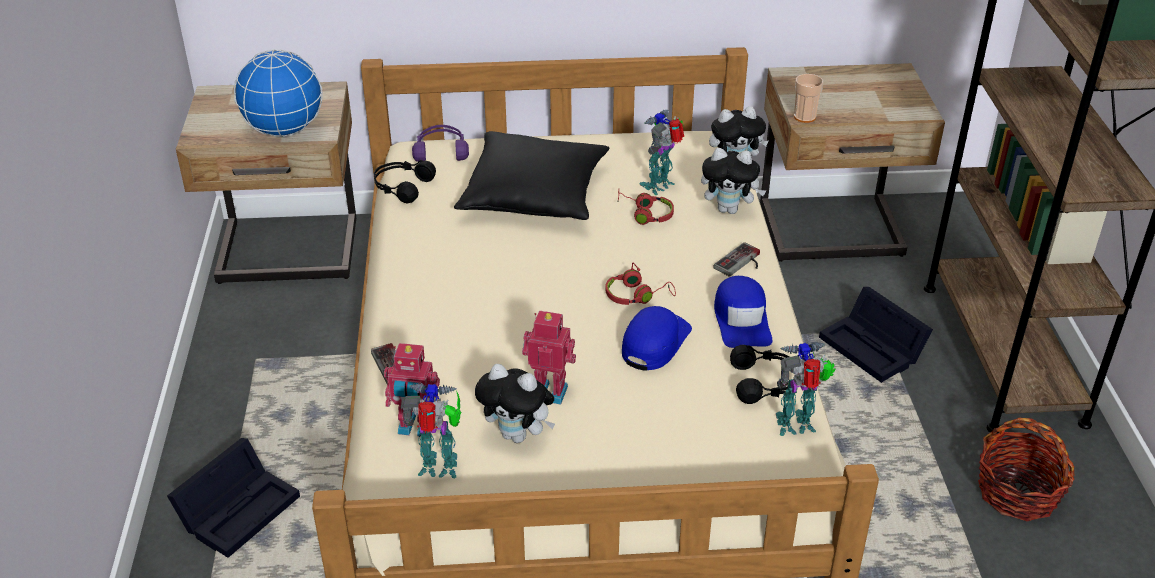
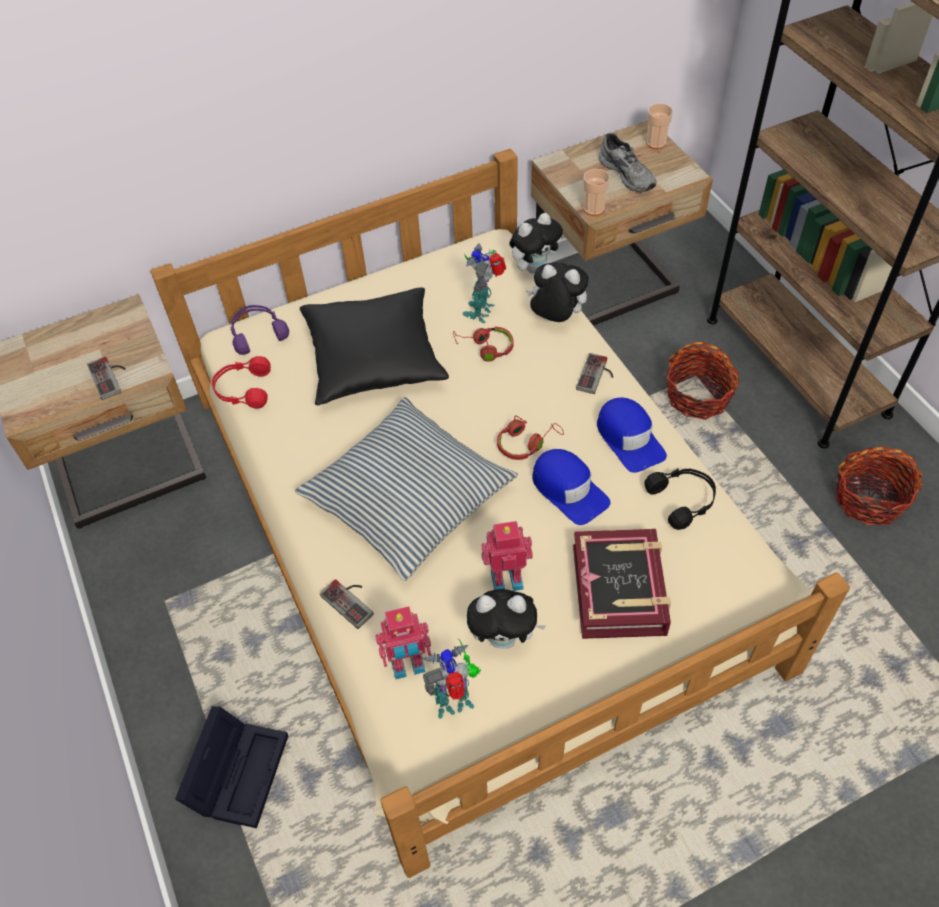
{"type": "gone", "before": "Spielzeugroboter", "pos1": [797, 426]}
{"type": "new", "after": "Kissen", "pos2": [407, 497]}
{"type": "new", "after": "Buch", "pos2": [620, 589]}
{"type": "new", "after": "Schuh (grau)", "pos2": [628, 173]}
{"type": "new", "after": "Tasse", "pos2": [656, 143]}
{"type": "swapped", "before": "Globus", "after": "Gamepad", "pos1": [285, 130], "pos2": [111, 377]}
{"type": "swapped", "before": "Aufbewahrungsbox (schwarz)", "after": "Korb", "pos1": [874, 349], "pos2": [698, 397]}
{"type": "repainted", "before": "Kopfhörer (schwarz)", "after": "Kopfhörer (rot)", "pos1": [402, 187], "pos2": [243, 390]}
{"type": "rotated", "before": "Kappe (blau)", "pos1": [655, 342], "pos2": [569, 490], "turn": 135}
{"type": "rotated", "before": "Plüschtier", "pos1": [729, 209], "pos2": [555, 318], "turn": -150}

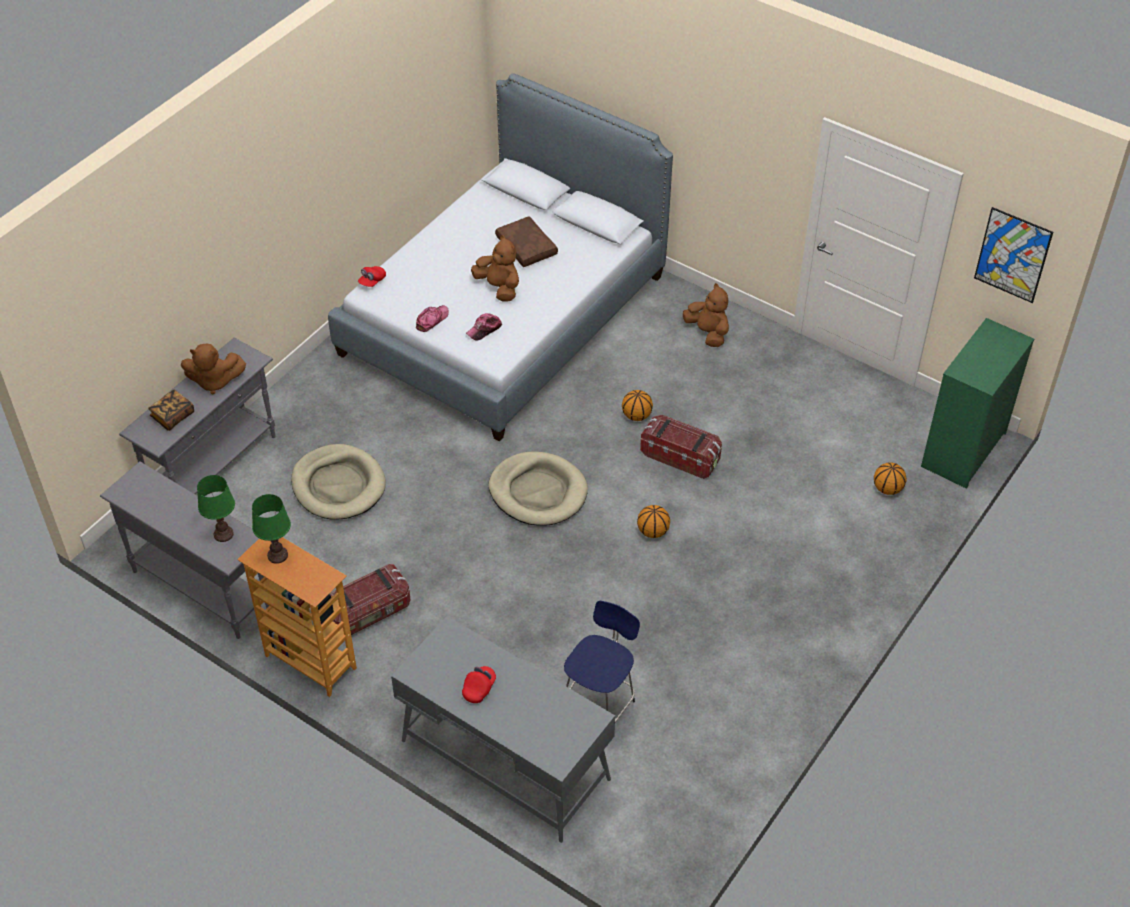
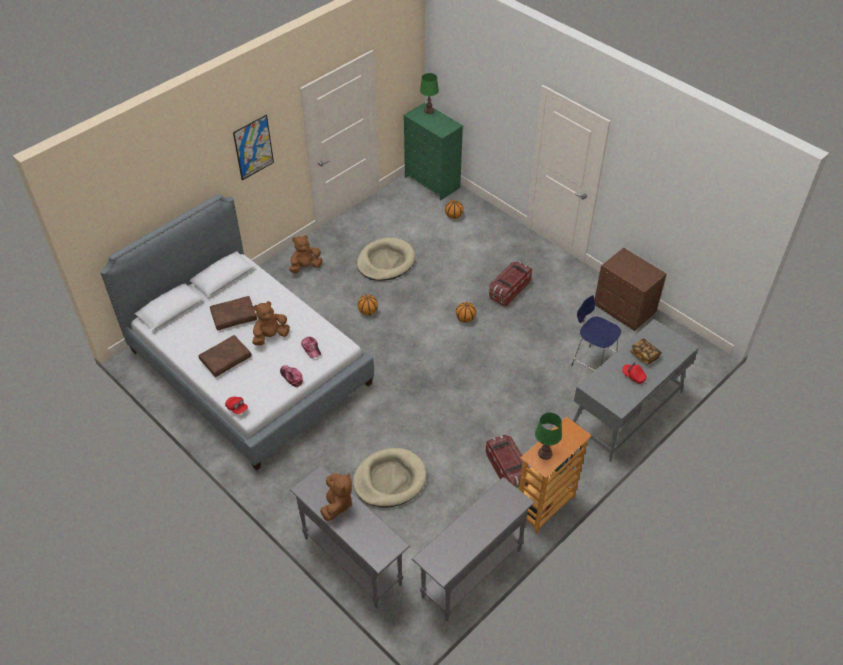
{"type": "new", "after": "Kissen (braun)", "pos2": [225, 359]}
{"type": "new", "after": "Nachttisch (braun)", "pos2": [625, 309]}
{"type": "shifted", "before": "Buch", "pos1": [173, 416], "pos2": [644, 355]}
{"type": "shifted", "before": "Tischlampe (grün)", "pos1": [223, 534], "pos2": [429, 110]}
{"type": "shifted", "before": "Hundebett (beige)", "pos1": [538, 492], "pos2": [385, 262]}
{"type": "shifted", "before": "Aufbewahrungsbox", "pos1": [680, 456], "pos2": [509, 290]}
{"type": "shifted", "before": "Bild", "pos1": [1012, 255], "pos2": [253, 147]}

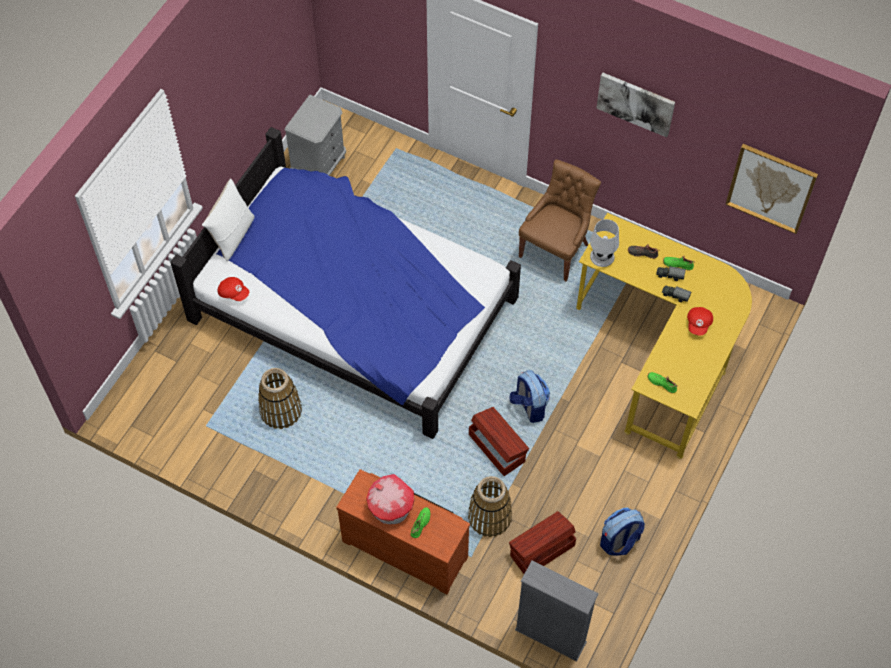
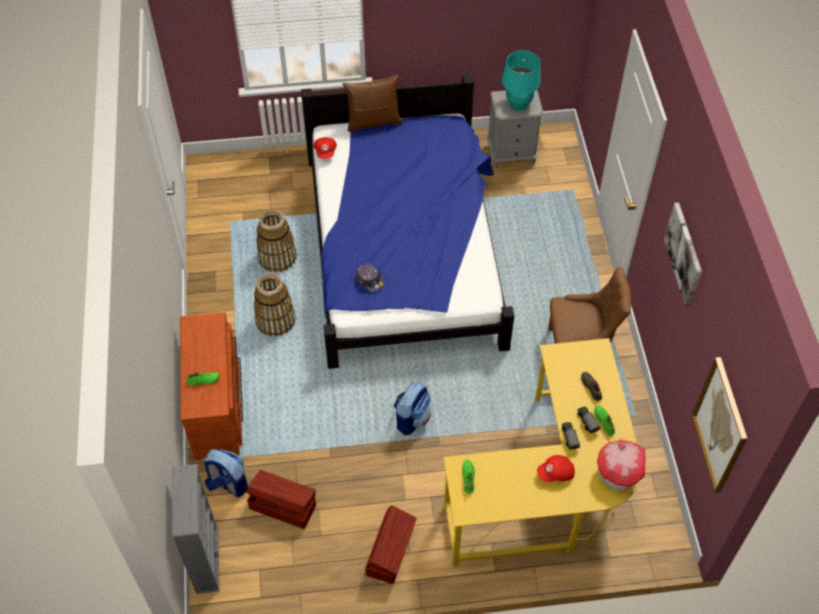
{"type": "gone", "before": "Tischlampe (weiß)", "pos1": [602, 257]}
{"type": "new", "after": "Kappe", "pos2": [369, 280]}
{"type": "new", "after": "Tischlampe (türkis)", "pos2": [518, 103]}
{"type": "shifted", "before": "Spielzeughaus", "pos1": [390, 508], "pos2": [618, 473]}
{"type": "shifted", "before": "Korb", "pos1": [489, 517], "pos2": [275, 320]}
{"type": "shifted", "before": "Aufbewahrungsbox (braun)", "pos1": [497, 447], "pos2": [391, 551]}
{"type": "shifted", "before": "Rucksack", "pos1": [619, 541], "pos2": [228, 484]}
{"type": "repainted", "before": "Kissen (weiß)", "after": "Kissen (braun)", "pos1": [232, 235], "pos2": [373, 122]}

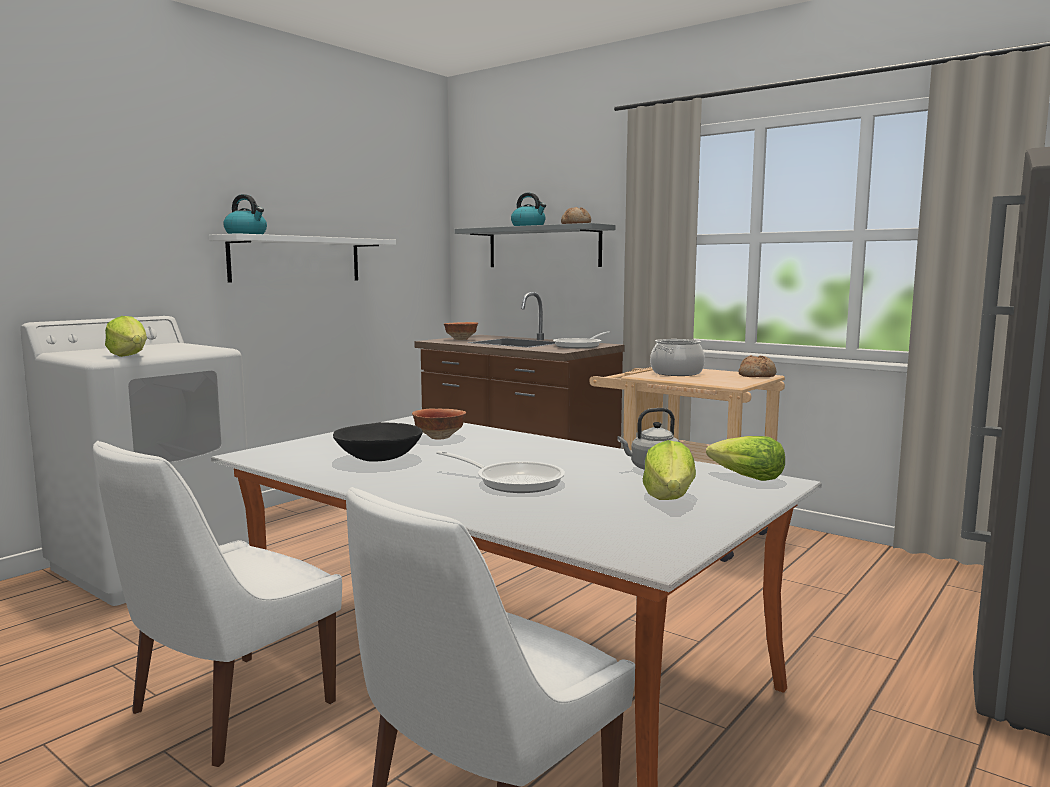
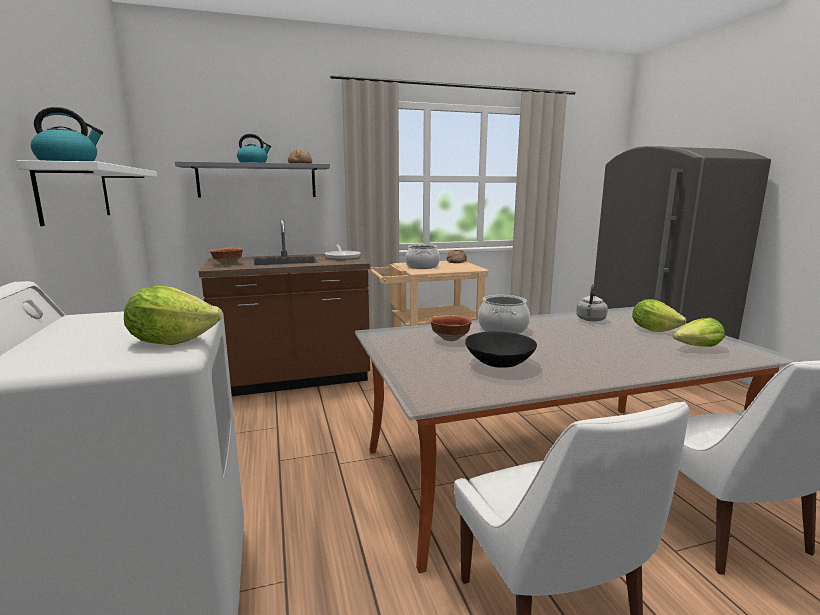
{"type": "gone", "before": "Pfanne", "pos1": [513, 481]}
{"type": "new", "after": "Kochtopf", "pos2": [503, 329]}
{"type": "shifted", "before": "Salatkopf", "pos1": [746, 478], "pos2": [697, 347]}

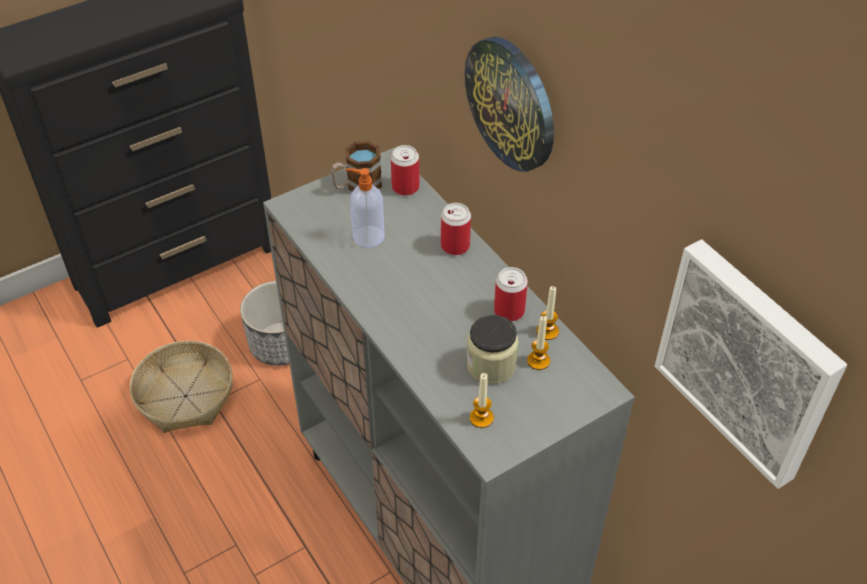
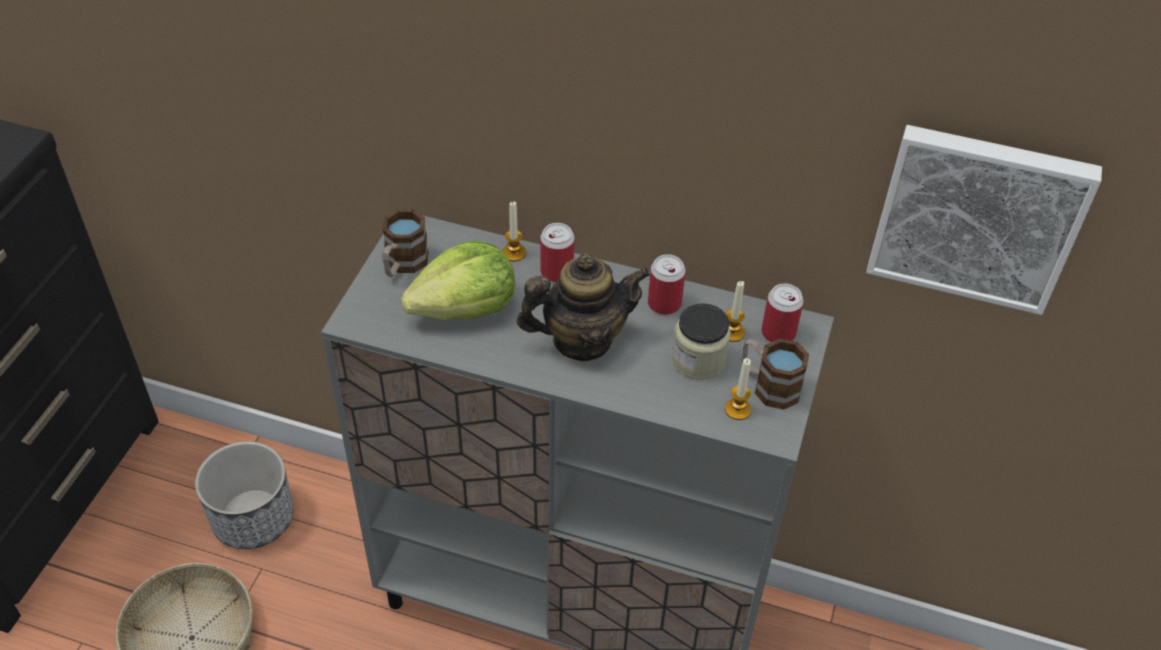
{"type": "gone", "before": "Wanduhr", "pos1": [511, 103]}
{"type": "new", "after": "Teekanne", "pos2": [582, 340]}
{"type": "new", "after": "Henkelbecher", "pos2": [768, 385]}
{"type": "shifted", "before": "Dose", "pos1": [405, 187], "pos2": [778, 333]}
{"type": "shifted", "before": "Kerze", "pos1": [547, 331], "pos2": [514, 253]}
{"type": "swapped", "before": "Seifenspender", "after": "Salatkopf", "pos1": [367, 237], "pos2": [465, 308]}

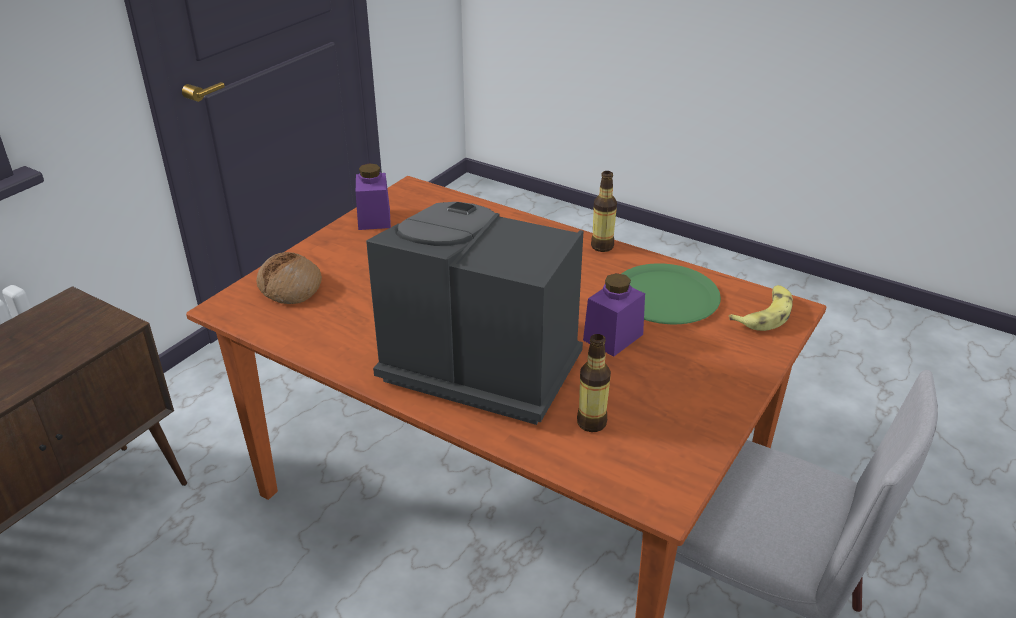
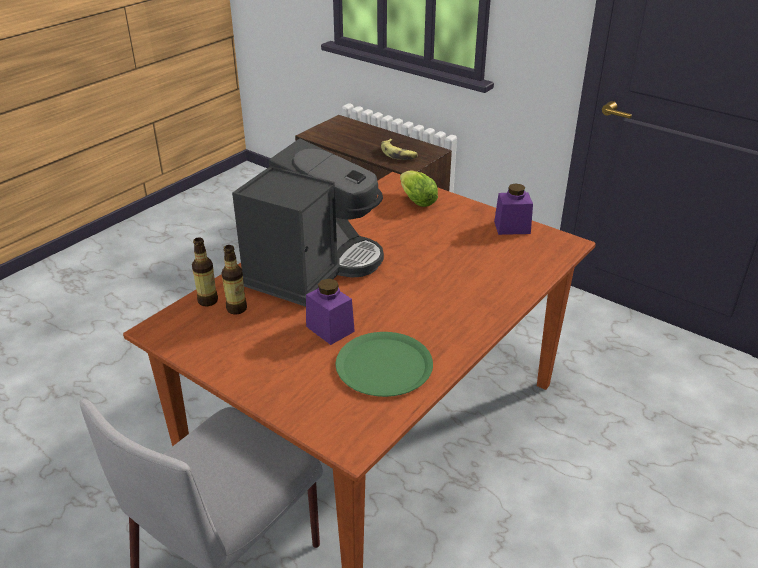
{"type": "shifted", "before": "Flasche", "pos1": [602, 246], "pos2": [208, 301]}
{"type": "shifted", "before": "Banane", "pos1": [764, 314], "pos2": [398, 154]}
{"type": "swapped", "before": "Brot", "after": "Salatkopf", "pos1": [291, 287], "pos2": [415, 200]}

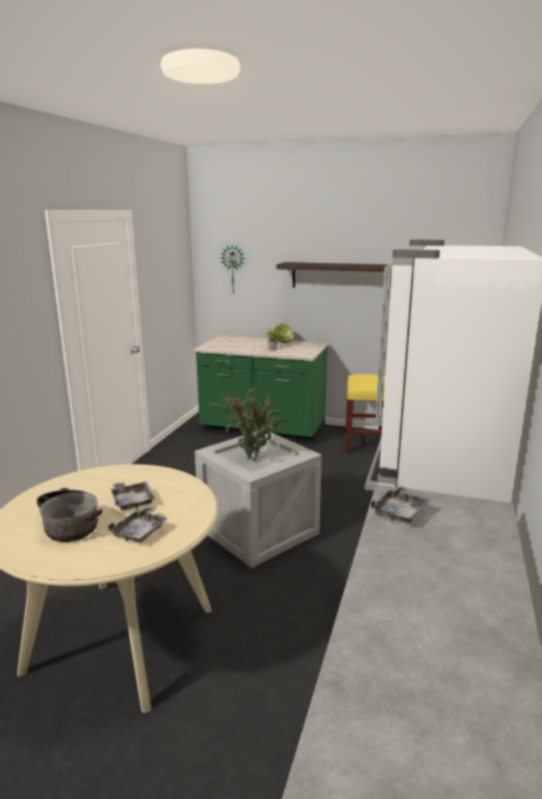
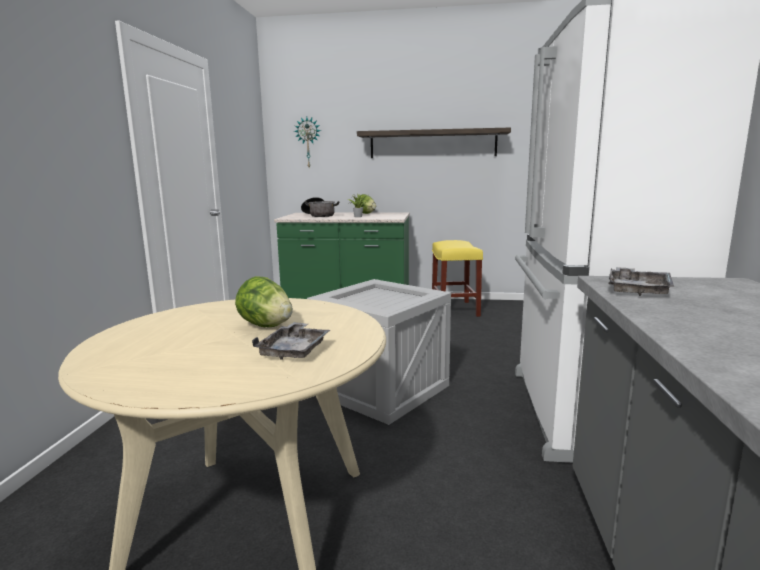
{"type": "gone", "before": "Topfpflanze", "pos1": [251, 457]}
{"type": "shifted", "before": "Kochtopf", "pos1": [70, 524], "pos2": [319, 215]}
{"type": "swapped", "before": "Tablett (grau)", "after": "Salatkopf", "pos1": [132, 501], "pos2": [266, 326]}

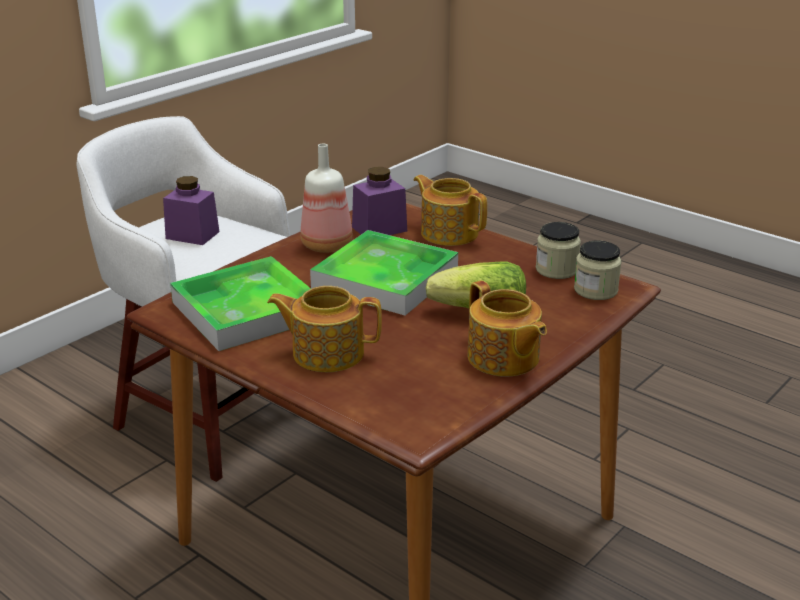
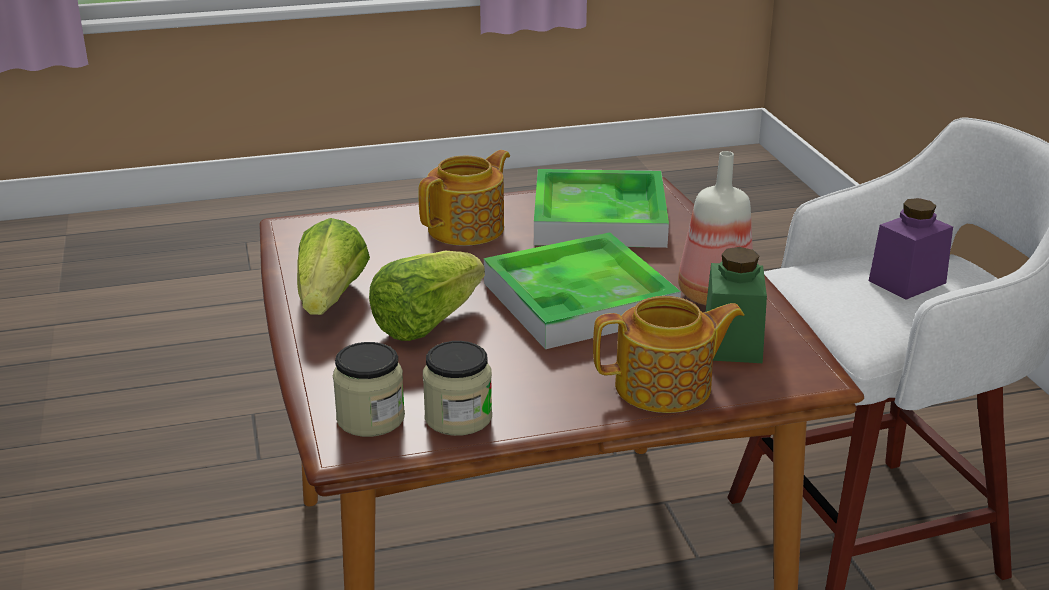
{"type": "swapped", "before": "Teekanne", "after": "Salatkopf", "pos1": [503, 358], "pos2": [331, 299]}
{"type": "repainted", "before": "Vorratsglas (lila)", "after": "Vorratsglas (grün)", "pos1": [379, 229], "pos2": [732, 343]}

